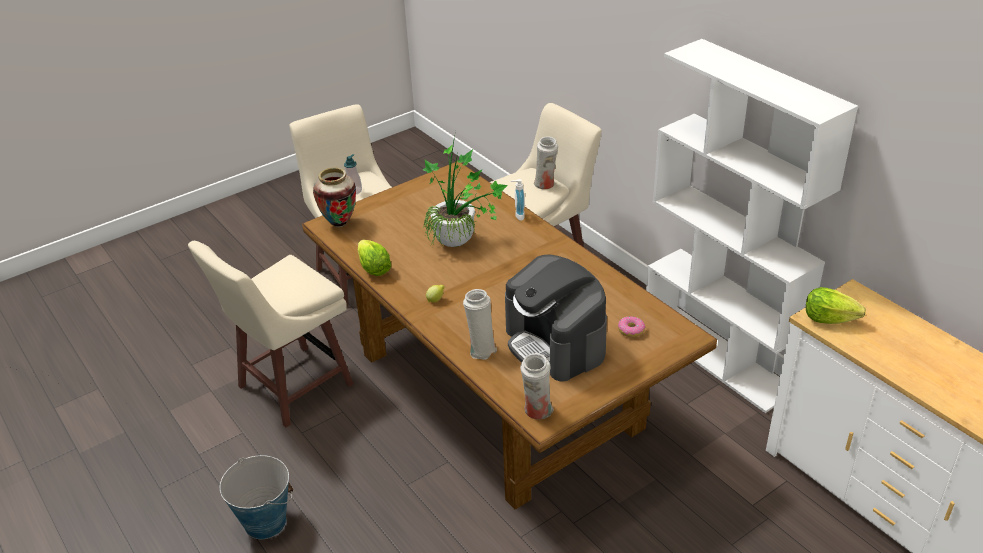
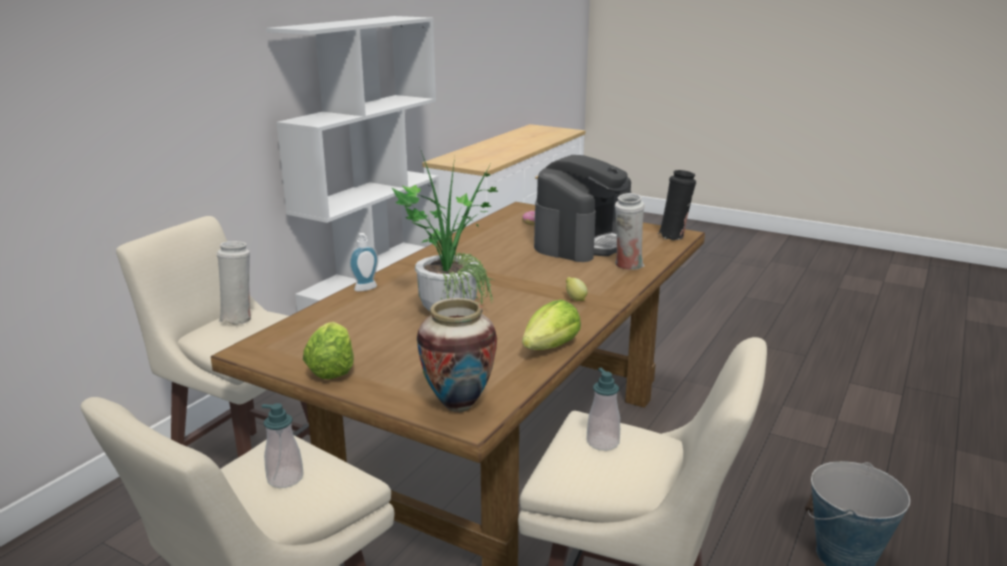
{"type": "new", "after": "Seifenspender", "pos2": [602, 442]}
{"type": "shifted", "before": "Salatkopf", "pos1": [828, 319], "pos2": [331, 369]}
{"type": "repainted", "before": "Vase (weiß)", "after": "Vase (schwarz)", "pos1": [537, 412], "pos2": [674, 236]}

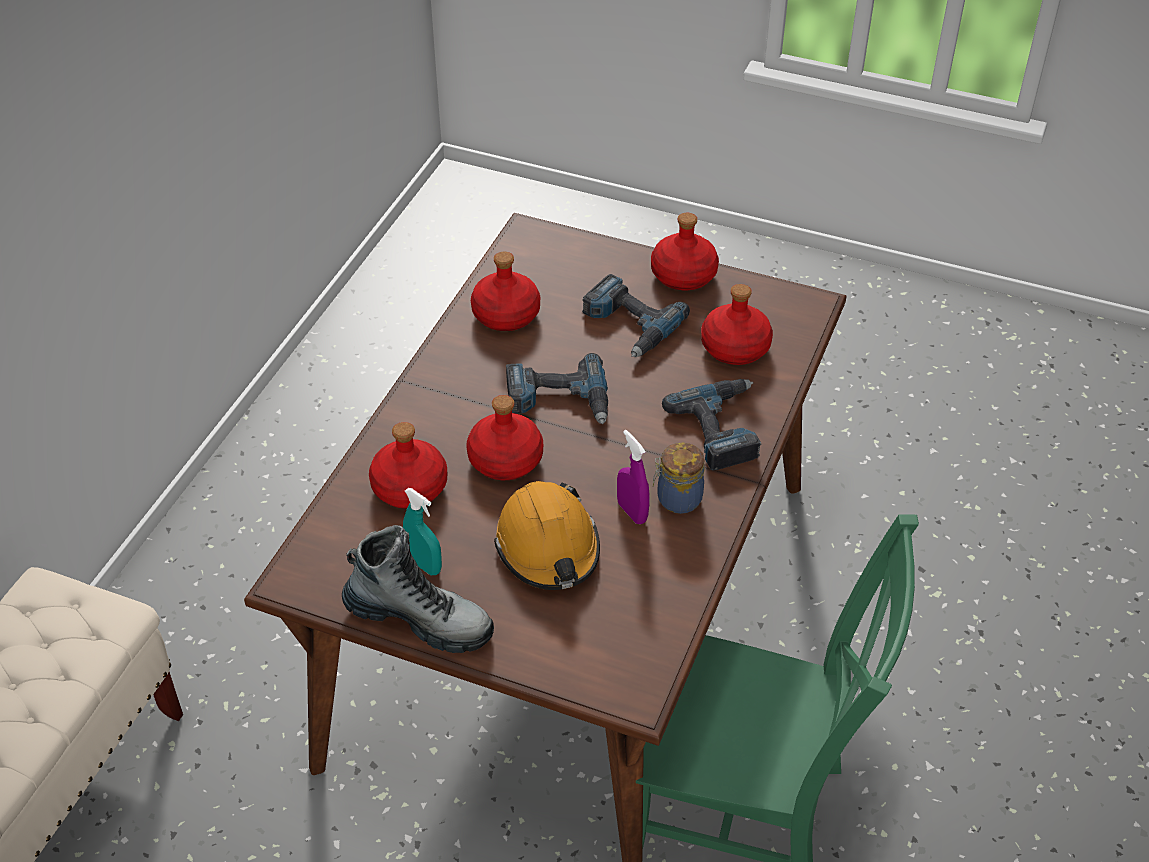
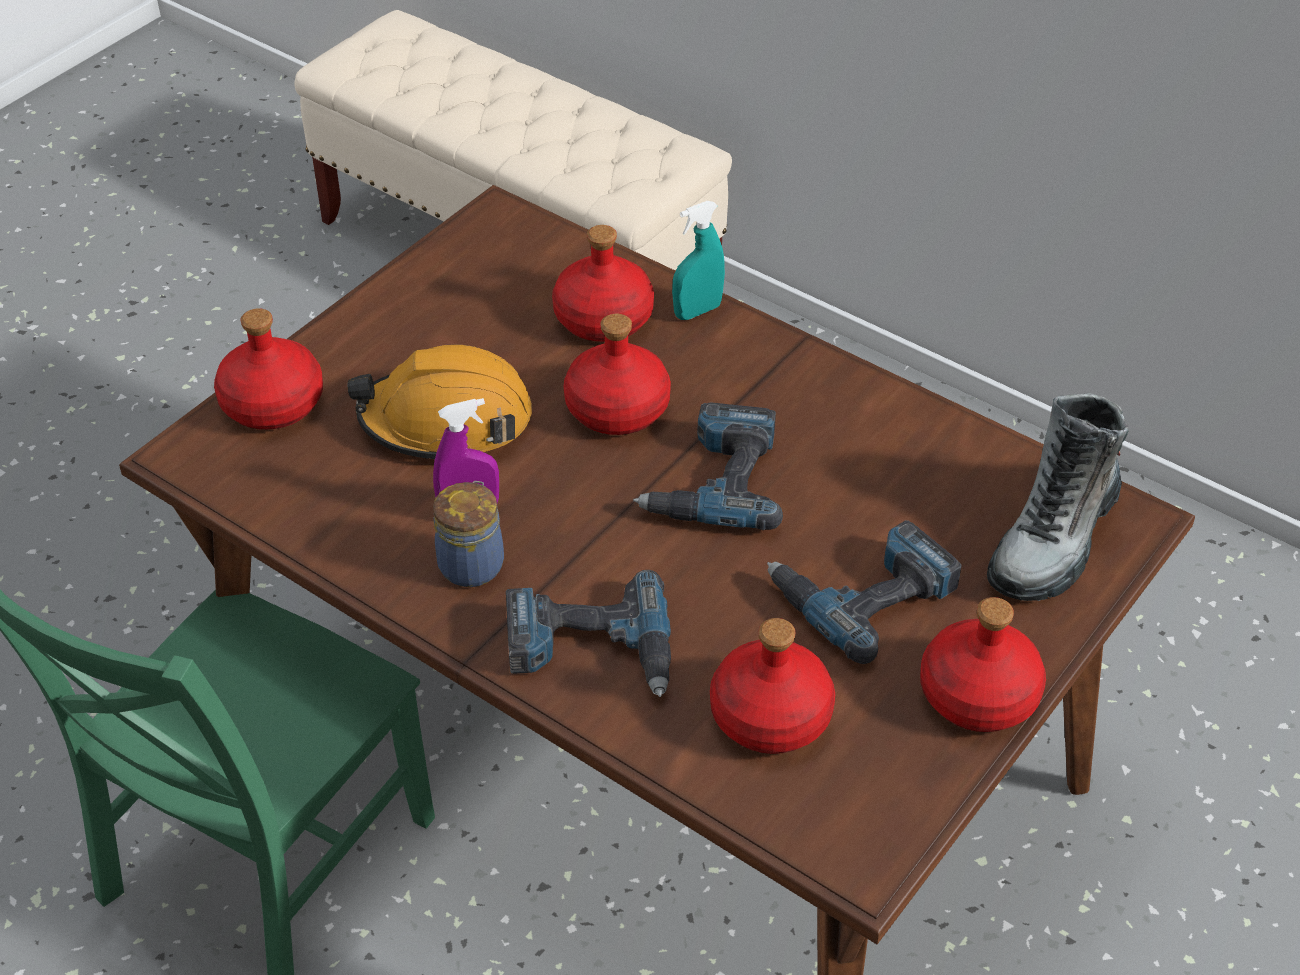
{"type": "shifted", "before": "Stiefel", "pos1": [419, 619], "pos2": [1054, 539]}
{"type": "shifted", "before": "Sprühflasche (türkis)", "pos1": [424, 565], "pos2": [697, 311]}
{"type": "shifted", "before": "Flasche (rot)", "pos1": [506, 315], "pos2": [271, 404]}

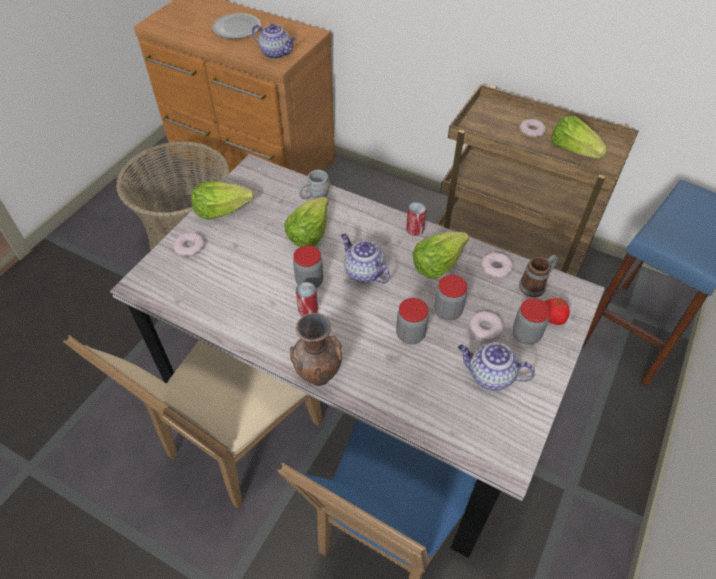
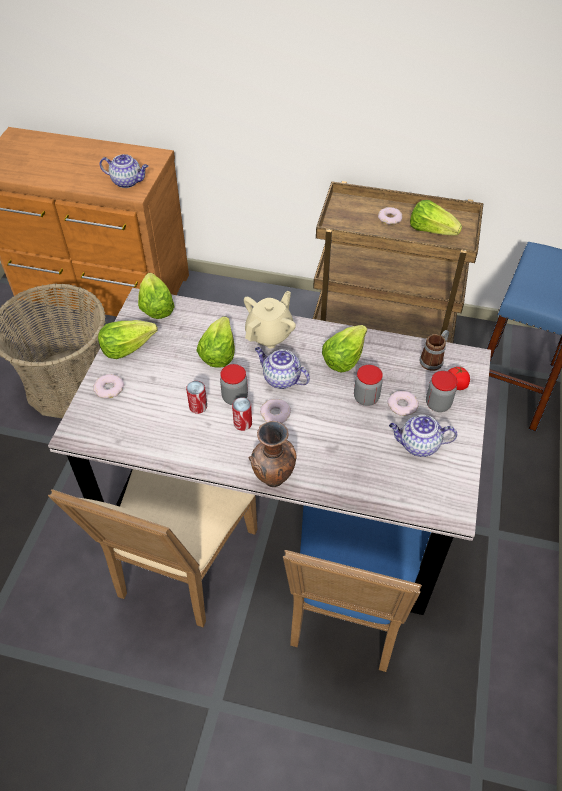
{"type": "gone", "before": "Teller", "pos1": [237, 28]}
{"type": "gone", "before": "Henkelbecher (grau)", "pos1": [314, 196]}
{"type": "gone", "before": "Vorratsglas", "pos1": [410, 334]}
{"type": "new", "after": "Salatkopf", "pos2": [156, 307]}
{"type": "new", "after": "Teekanne (beige)", "pos2": [269, 334]}
{"type": "shifted", "before": "Dose", "pos1": [415, 229], "pos2": [198, 406]}
{"type": "shifted", "before": "Donut", "pos1": [496, 267], "pos2": [275, 413]}

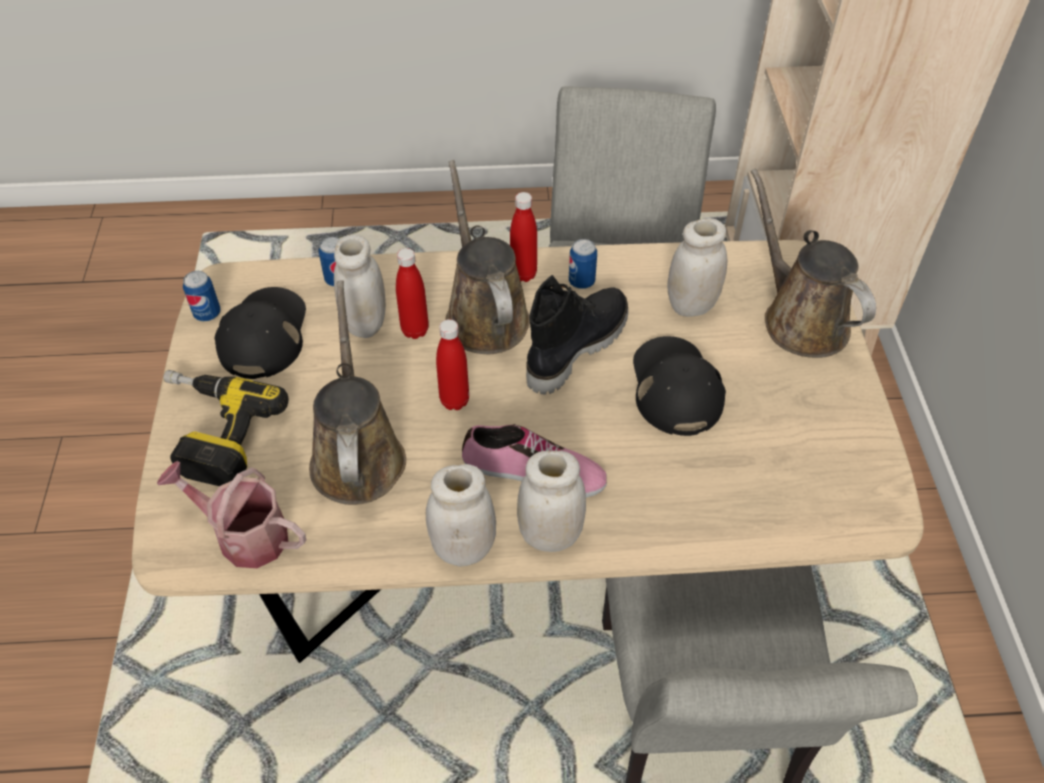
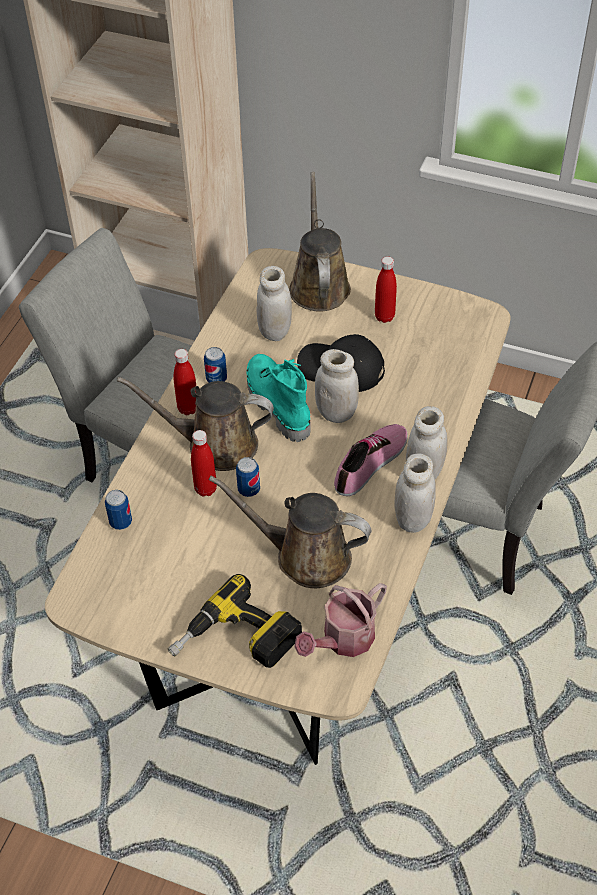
{"type": "gone", "before": "Kappe (schwarz)", "pos1": [264, 334]}
{"type": "shifted", "before": "Dose", "pos1": [207, 314], "pos2": [249, 489]}
{"type": "shifted", "before": "Vorratsglas (weiß)", "pos1": [365, 324], "pos2": [336, 413]}
{"type": "shifted", "before": "Flasche (rot)", "pos1": [454, 401], "pos2": [384, 317]}
{"type": "repainted", "before": "Stiefel (schwarz)", "after": "Stiefel (türkis)", "pos1": [575, 347], "pos2": [276, 404]}
{"type": "rotated", "before": "Gießkanne (braun)", "pos1": [799, 319], "pos2": [319, 285], "turn": 90}

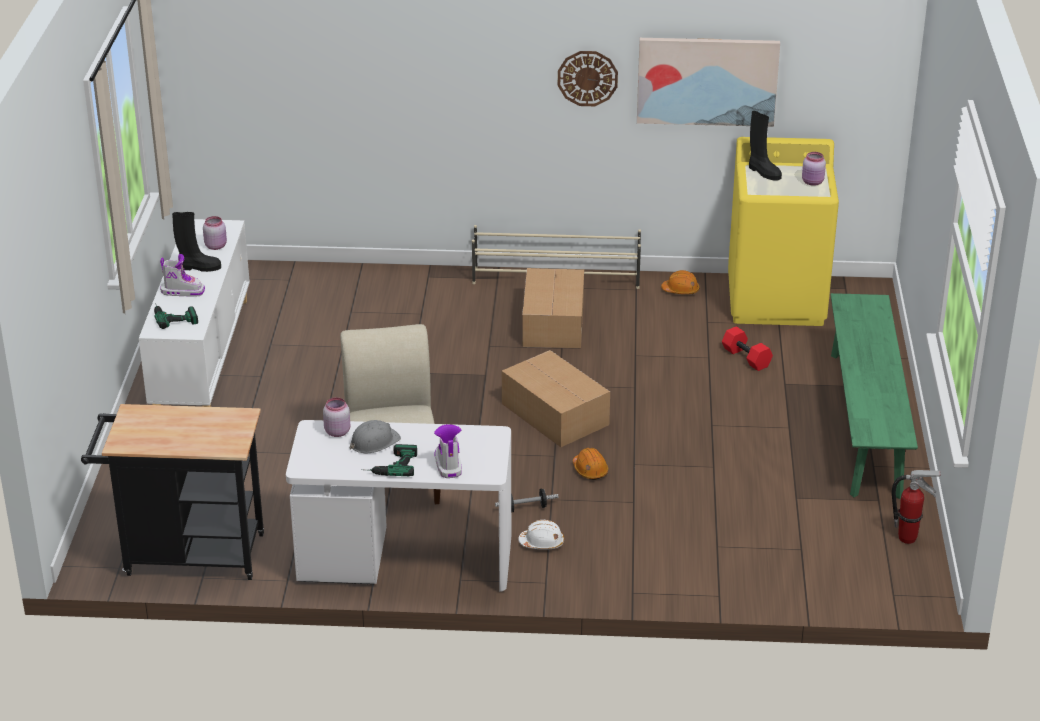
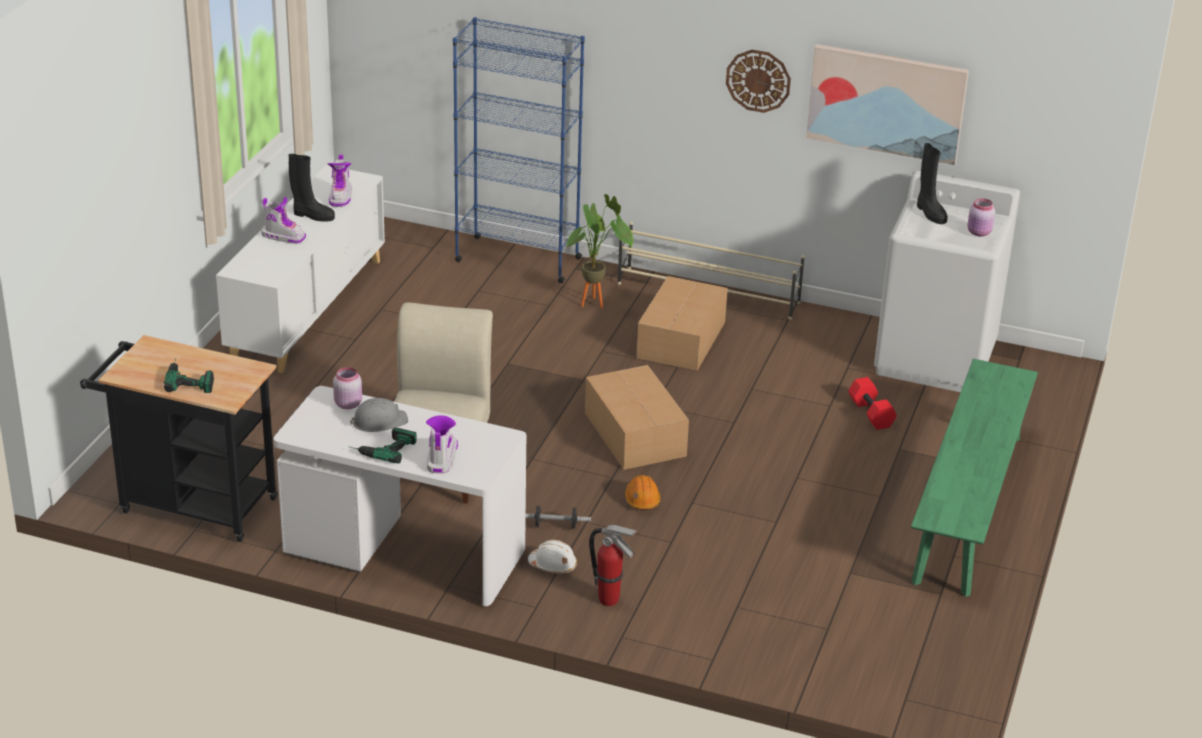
{"type": "gone", "before": "Schutzhelm (orange)", "pos1": [680, 290]}
{"type": "new", "after": "Bücherregal (blau)", "pos2": [517, 259]}
{"type": "new", "after": "Topfpflanze", "pos2": [598, 303]}
{"type": "shifted", "before": "Bohrmaschine", "pos1": [174, 315], "pos2": [190, 378]}
{"type": "shifted", "before": "Feuerlöscher", "pos1": [908, 538], "pos2": [609, 600]}
{"type": "swapped", "before": "Vorratsglas (rosa)", "after": "Stiefel", "pos1": [216, 246], "pos2": [341, 197]}
{"type": "repainted", "before": "Waschmaschine (gelb)", "after": "Waschmaschine (weiß)", "pos1": [777, 300], "pos2": [936, 358]}

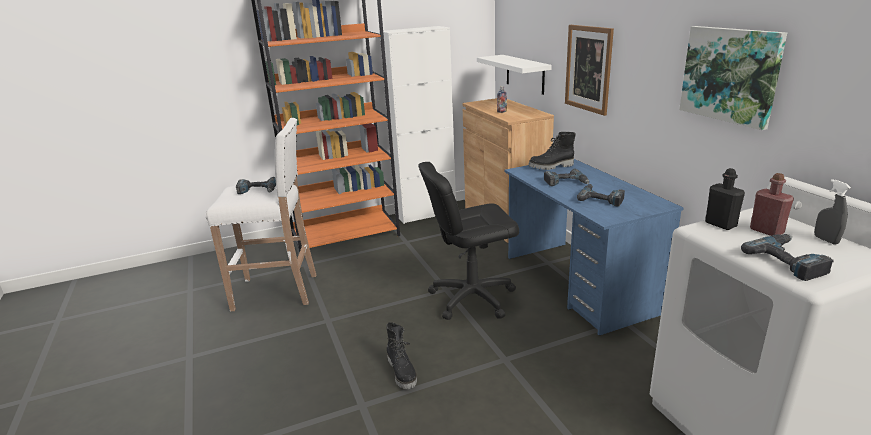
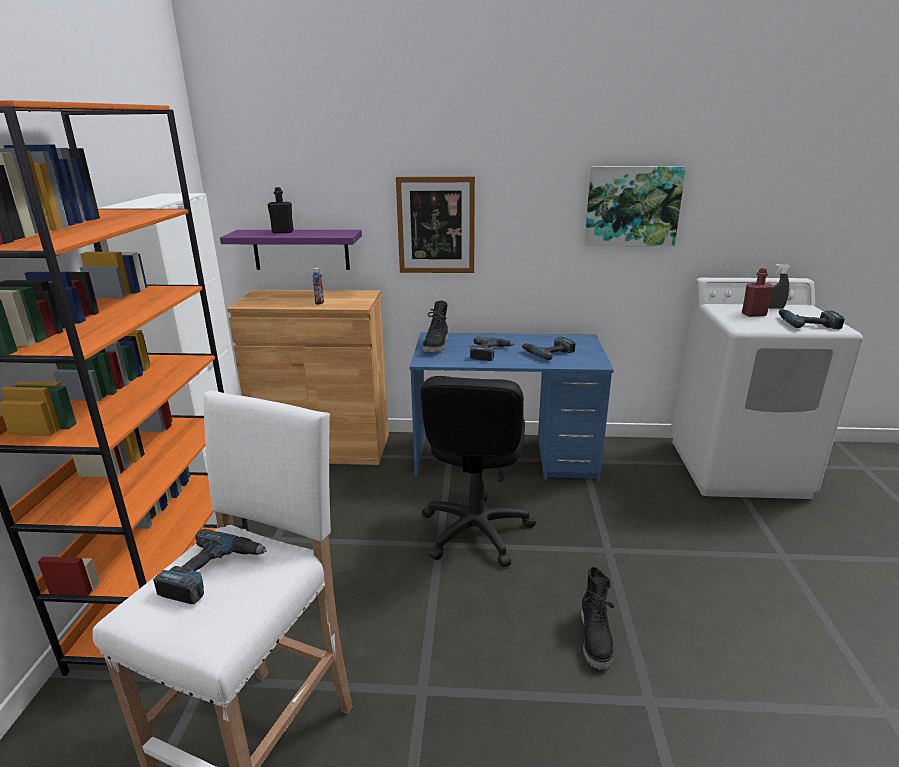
{"type": "shifted", "before": "Flasche (schwarz)", "pos1": [720, 224], "pos2": [283, 232]}
{"type": "repainted", "before": "Wandregal (weiß)", "after": "Wandregal (lila)", "pos1": [525, 74], "pos2": [301, 249]}
{"type": "rotated", "before": "Stiefel (schwarz)", "pos1": [402, 372], "pos2": [596, 639], "turn": 90}

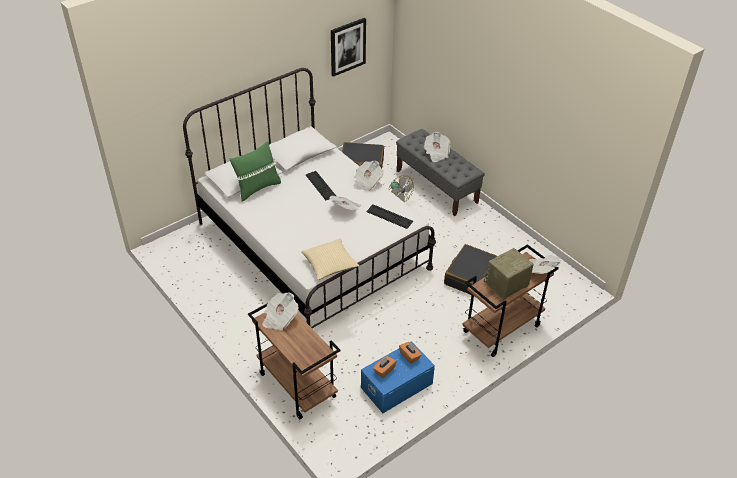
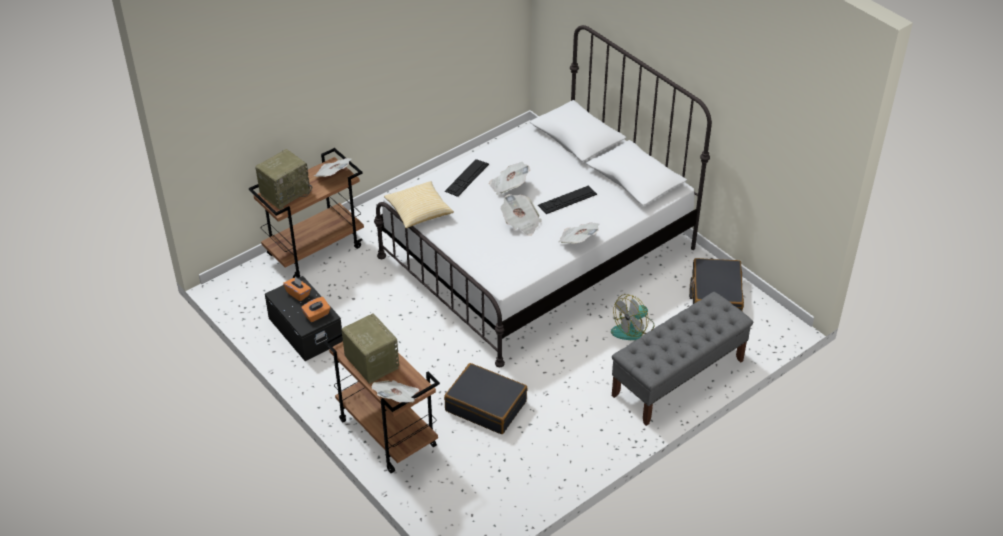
{"type": "gone", "before": "Kissen (grün)", "pos1": [257, 188]}
{"type": "gone", "before": "Bild", "pos1": [347, 46]}
{"type": "new", "after": "Radio", "pos2": [285, 193]}
{"type": "shifted", "before": "Tastatur", "pos1": [389, 216], "pos2": [467, 177]}
{"type": "shifted", "before": "Zeitung", "pos1": [436, 153], "pos2": [508, 186]}
{"type": "repainted", "before": "Aufbewahrungsbox (blau)", "after": "Aufbewahrungsbox (schwarz)", "pos1": [396, 385], "pos2": [306, 329]}

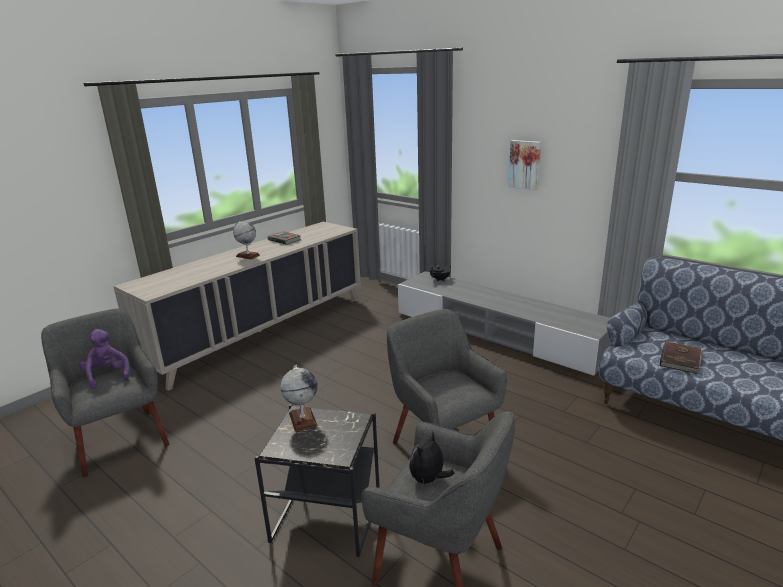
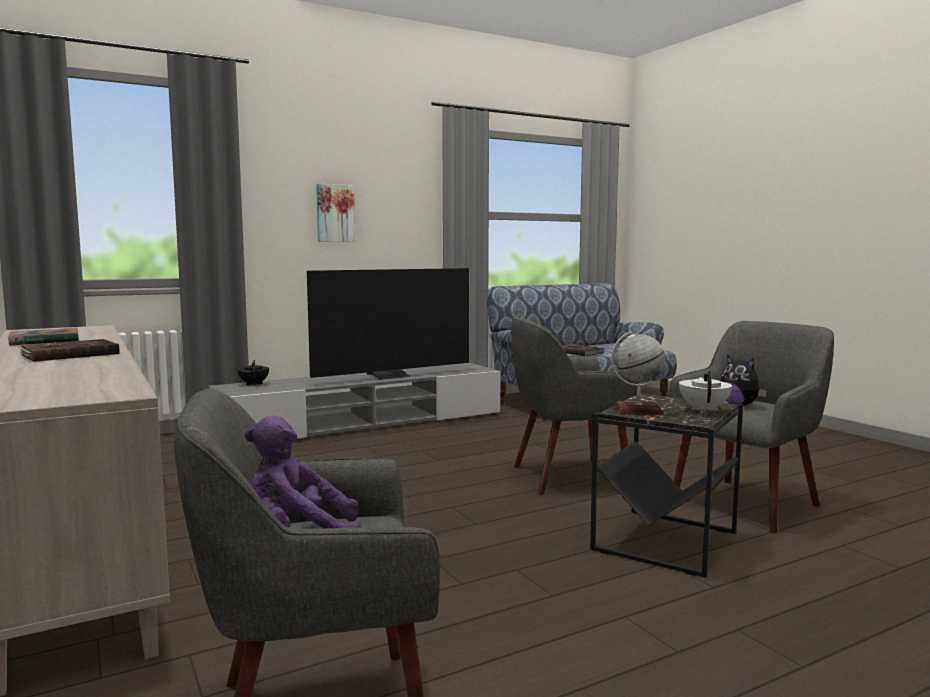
{"type": "new", "after": "Fernseher", "pos2": [391, 376]}
{"type": "new", "after": "Teekanne (weiß)", "pos2": [704, 409]}
{"type": "swapped", "before": "Globus", "after": "Buch (braun)", "pos1": [247, 256], "pos2": [69, 354]}

